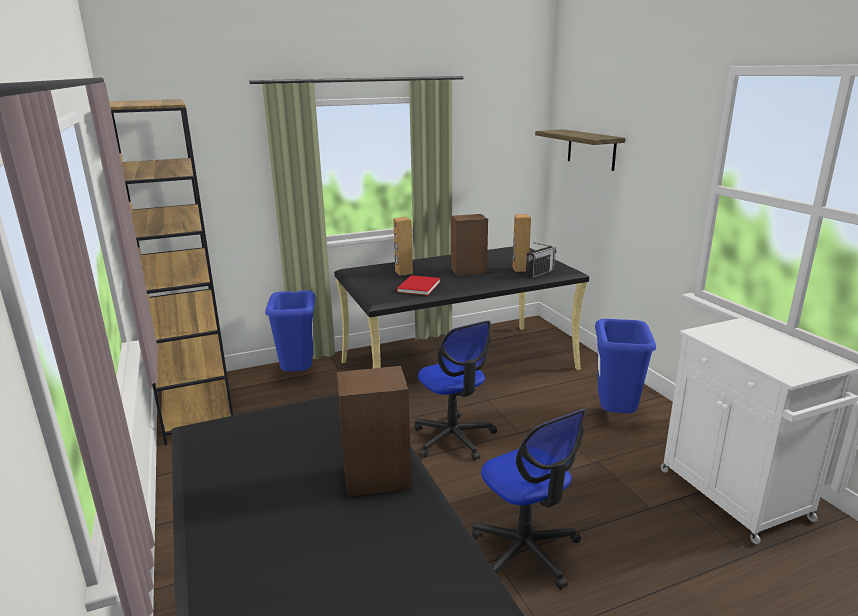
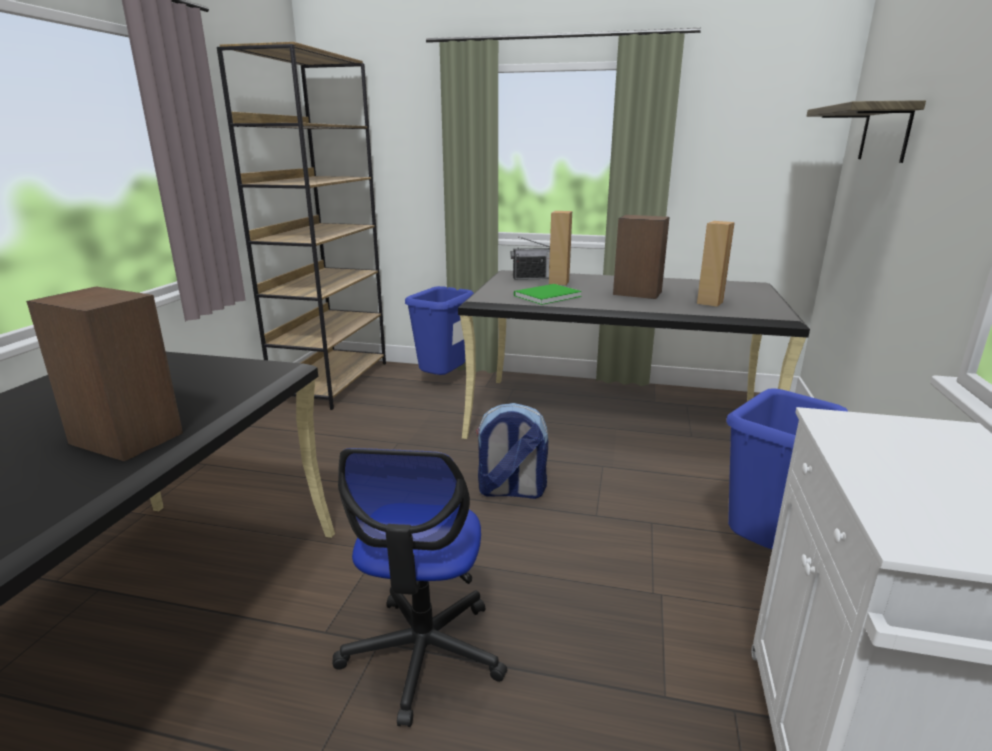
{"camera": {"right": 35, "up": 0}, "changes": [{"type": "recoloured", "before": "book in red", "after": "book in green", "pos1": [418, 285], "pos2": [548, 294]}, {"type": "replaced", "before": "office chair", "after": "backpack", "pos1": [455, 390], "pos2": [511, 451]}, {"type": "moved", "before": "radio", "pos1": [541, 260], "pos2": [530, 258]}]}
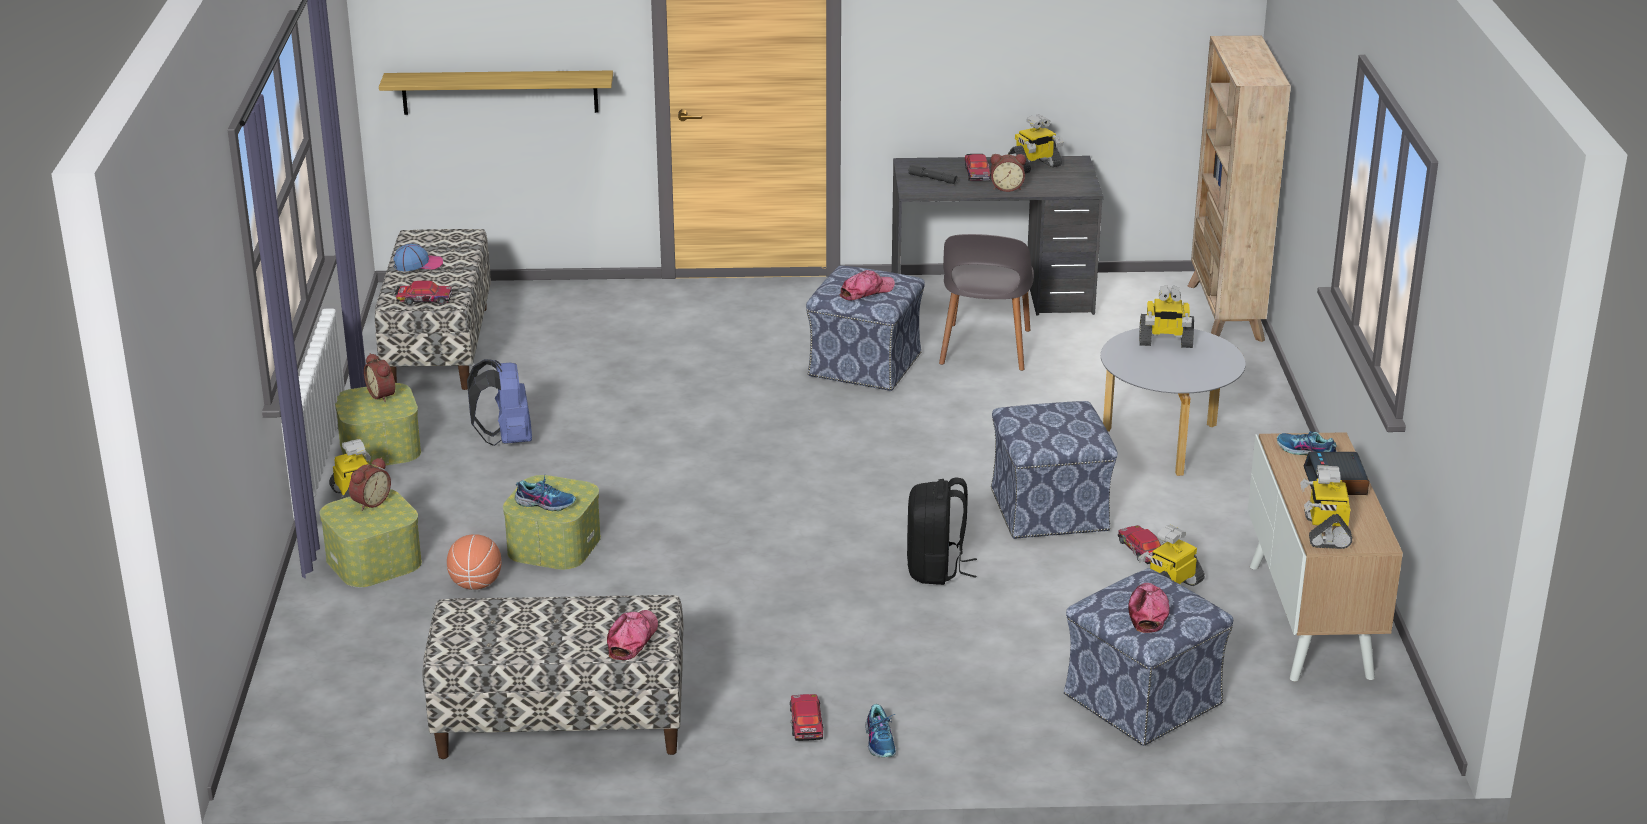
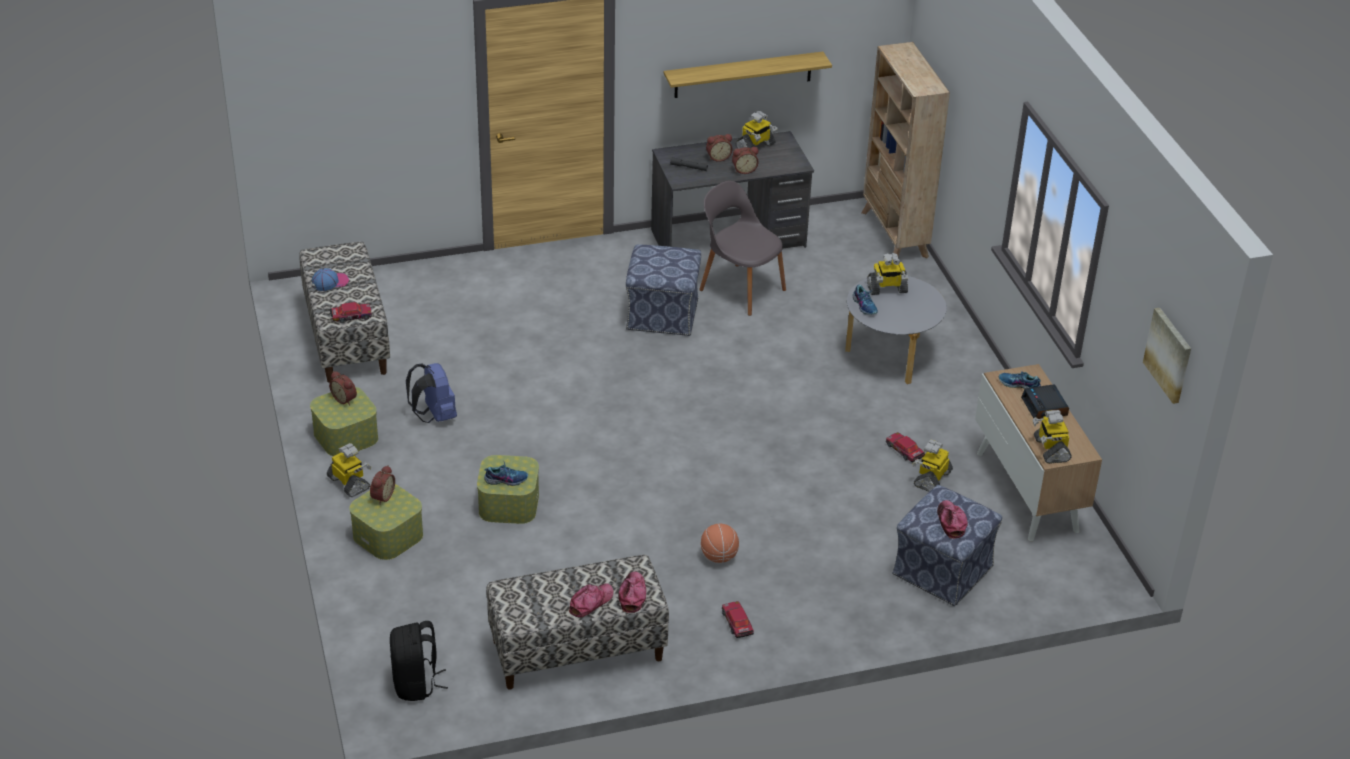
{"camera": {"right": -15, "up": 10}, "changes": [{"type": "moved", "before": "shelf", "pos1": [496, 93], "pos2": [748, 75]}, {"type": "moved", "before": "basketball", "pos1": [474, 562], "pos2": [720, 543]}, {"type": "moved", "before": "cap", "pos1": [867, 285], "pos2": [591, 600]}, {"type": "moved", "before": "shoe", "pos1": [880, 730], "pos2": [865, 300]}, {"type": "moved", "before": "backpack in black", "pos1": [942, 531], "pos2": [419, 661]}, {"type": "turned", "before": "chair in grey", "pos1": [986, 302], "pos2": [742, 248], "turn": 135}, {"type": "replaced", "before": "toy car", "after": "alarm clock", "pos1": [978, 167], "pos2": [719, 148]}, {"type": "removed", "before": "ottoman", "pos1": [1054, 470]}, {"type": "added", "after": "picture", "pos2": [1167, 356]}]}
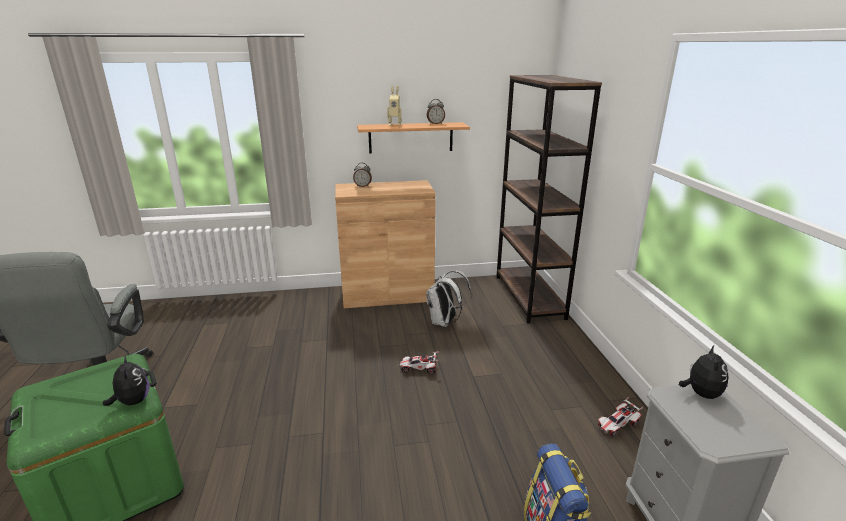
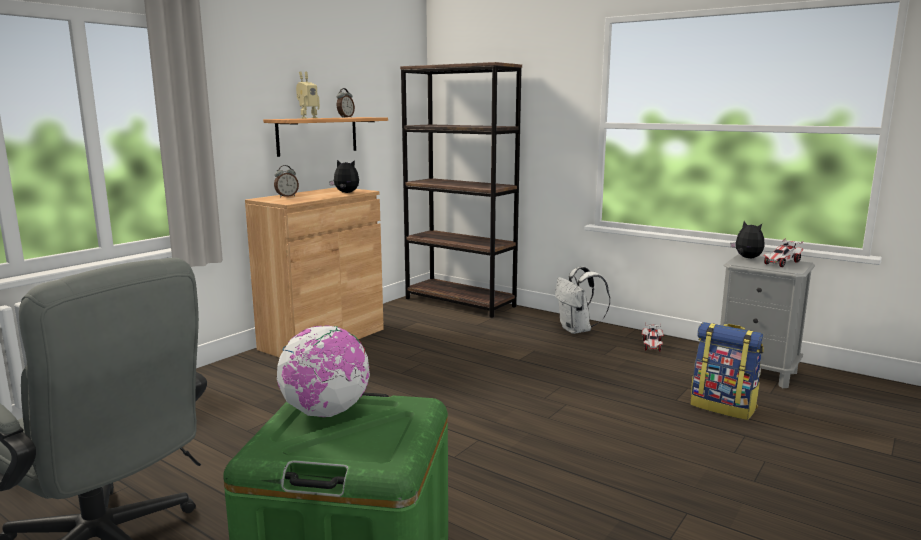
{"camera": {"right": -45, "up": -10}, "changes": [{"type": "moved", "before": "plush toy", "pos1": [126, 380], "pos2": [344, 176]}, {"type": "moved", "before": "toy car", "pos1": [419, 362], "pos2": [783, 252]}, {"type": "moved", "before": "backpack in white", "pos1": [448, 298], "pos2": [582, 300]}, {"type": "added", "after": "globe", "pos2": [323, 371]}]}
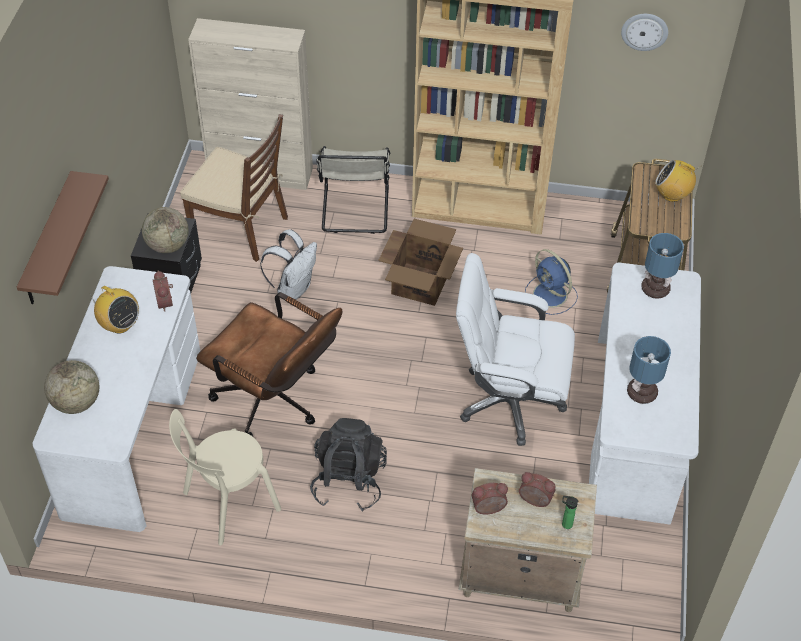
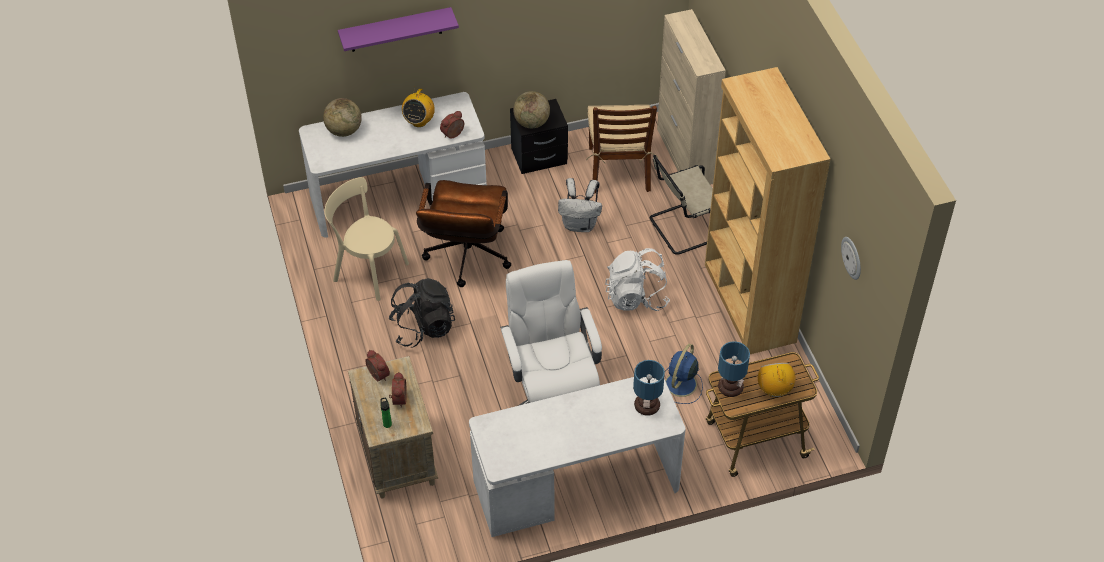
{"camera": {"right": 65, "up": 0}, "changes": [{"type": "recoloured", "before": "shelf in brown", "after": "shelf in purple", "pos1": [63, 237], "pos2": [398, 29]}, {"type": "replaced", "before": "cardboard box", "after": "backpack in white", "pos1": [420, 262], "pos2": [637, 279]}, {"type": "moved", "before": "table lamp", "pos1": [649, 370], "pos2": [734, 369]}]}
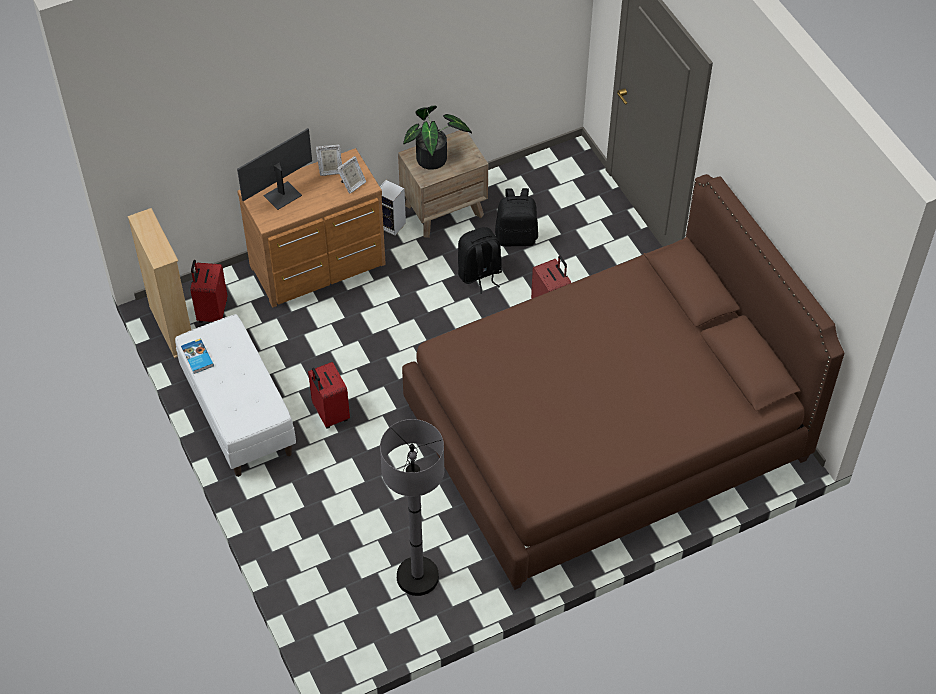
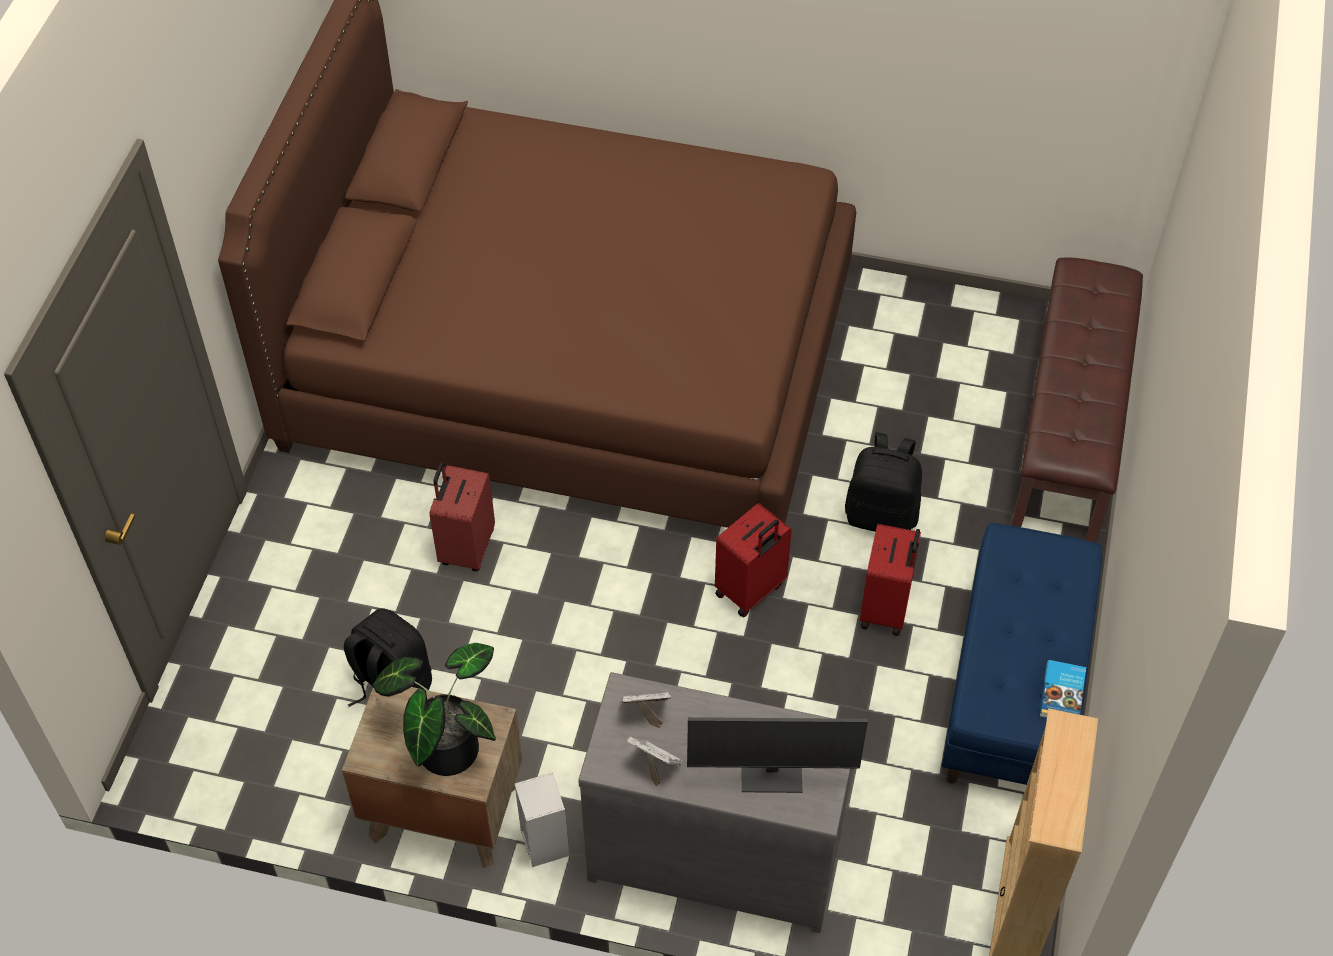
{"camera": {"right": -140, "up": 0}, "changes": [{"type": "recoloured", "before": "bench in white", "after": "bench in blue", "pos1": [235, 395], "pos2": [1022, 654]}, {"type": "moved", "before": "suitcase in red", "pos1": [208, 291], "pos2": [753, 560]}, {"type": "recoloured", "before": "dresser in brown", "after": "dresser in grey", "pos1": [311, 227], "pos2": [715, 802]}, {"type": "removed", "before": "floor lamp in grey", "pos1": [412, 507]}, {"type": "moved", "before": "backpack in black", "pos1": [480, 260], "pos2": [883, 482]}, {"type": "added", "after": "bench in brown", "pos2": [1077, 400]}]}
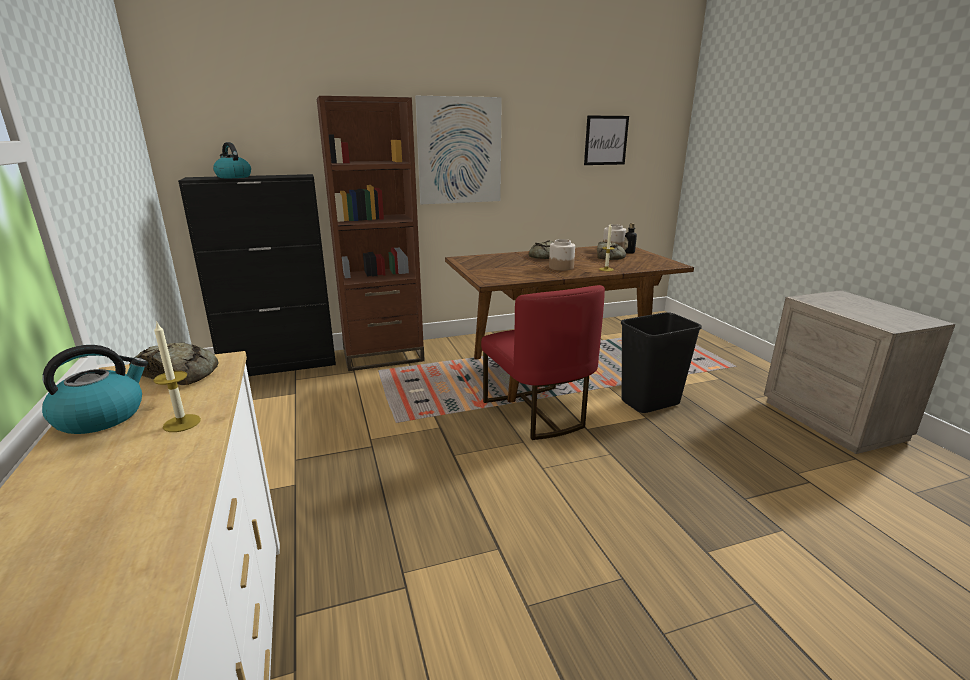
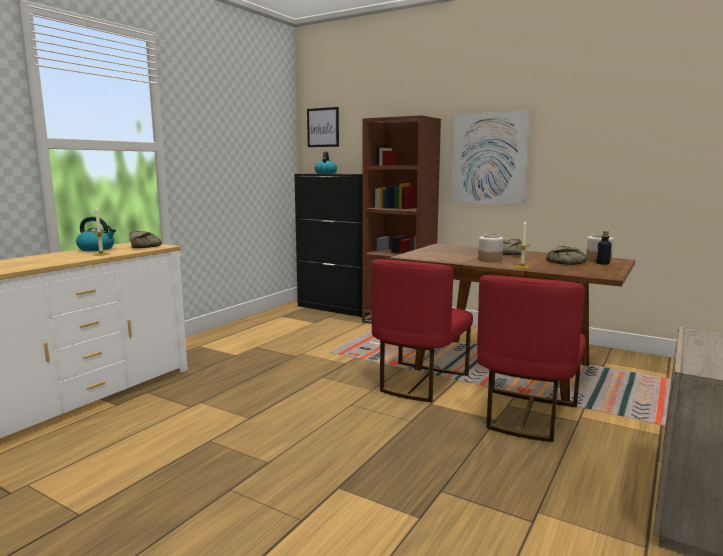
{"camera": {"right": 50, "up": -10}, "changes": [{"type": "moved", "before": "picture", "pos1": [606, 140], "pos2": [323, 127]}, {"type": "replaced", "before": "trash can in black", "after": "chair in red", "pos1": [661, 362], "pos2": [531, 358]}]}
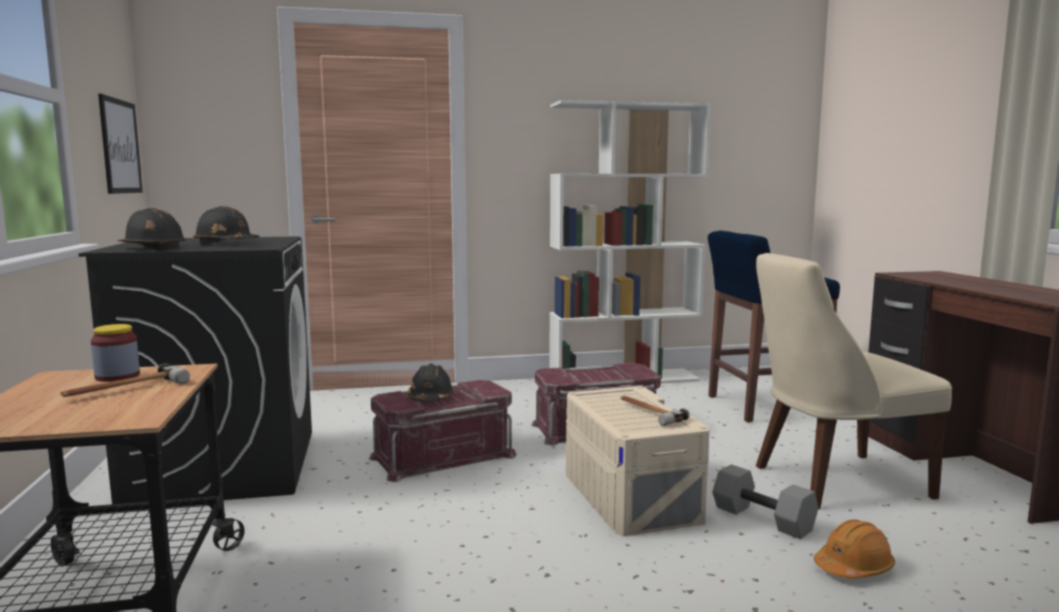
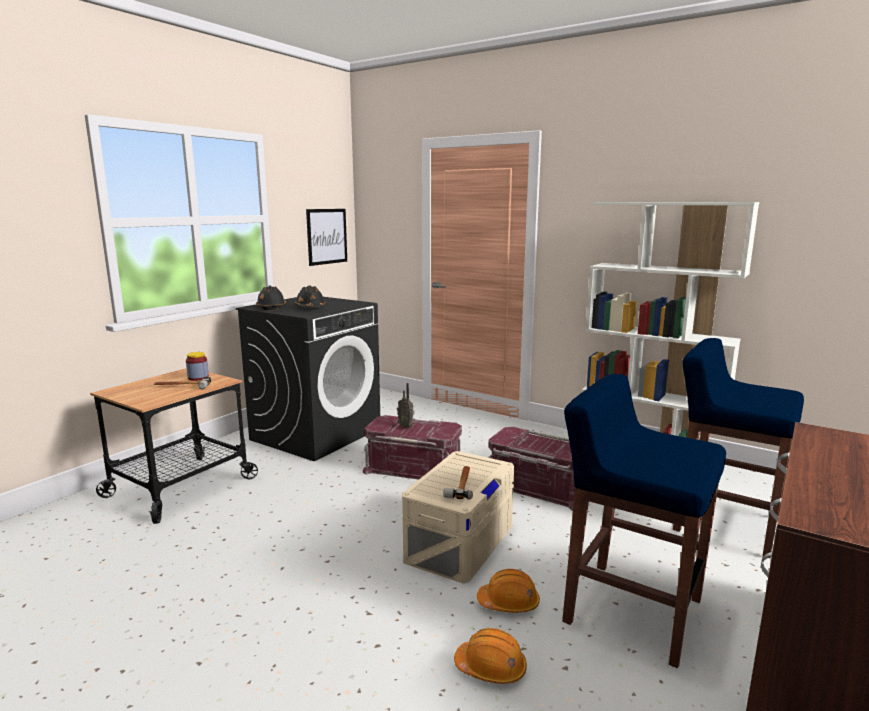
{"camera": {"right": 45, "up": 5}, "changes": [{"type": "replaced", "before": "hard hat in black", "after": "radio", "pos1": [431, 383], "pos2": [406, 406]}, {"type": "replaced", "before": "dumbbell in grey", "after": "hard hat in orange", "pos1": [765, 501], "pos2": [508, 591]}, {"type": "replaced", "before": "chair in beige", "after": "stool in blue", "pos1": [854, 381], "pos2": [644, 521]}]}
